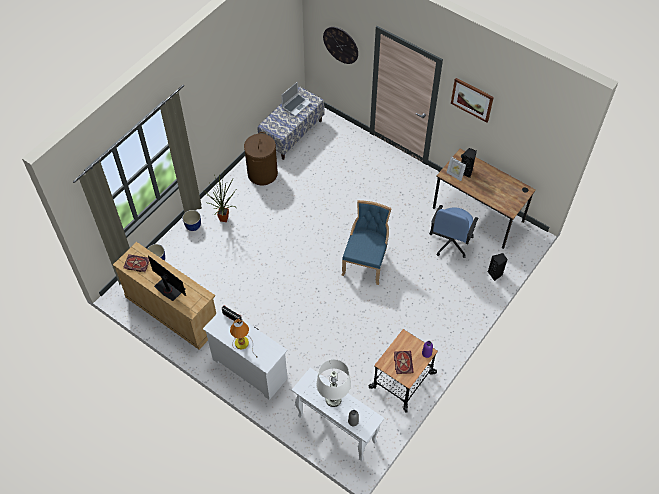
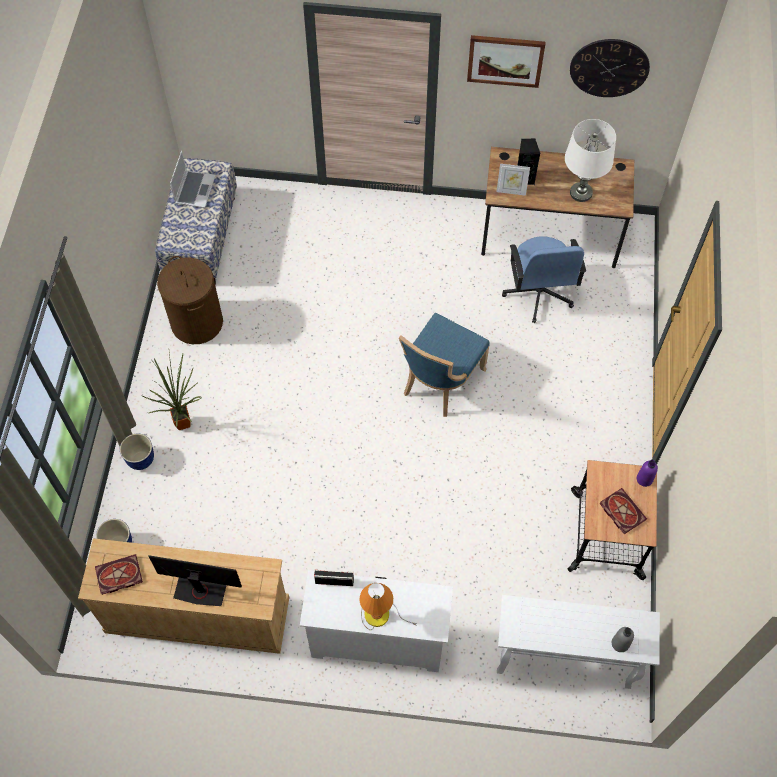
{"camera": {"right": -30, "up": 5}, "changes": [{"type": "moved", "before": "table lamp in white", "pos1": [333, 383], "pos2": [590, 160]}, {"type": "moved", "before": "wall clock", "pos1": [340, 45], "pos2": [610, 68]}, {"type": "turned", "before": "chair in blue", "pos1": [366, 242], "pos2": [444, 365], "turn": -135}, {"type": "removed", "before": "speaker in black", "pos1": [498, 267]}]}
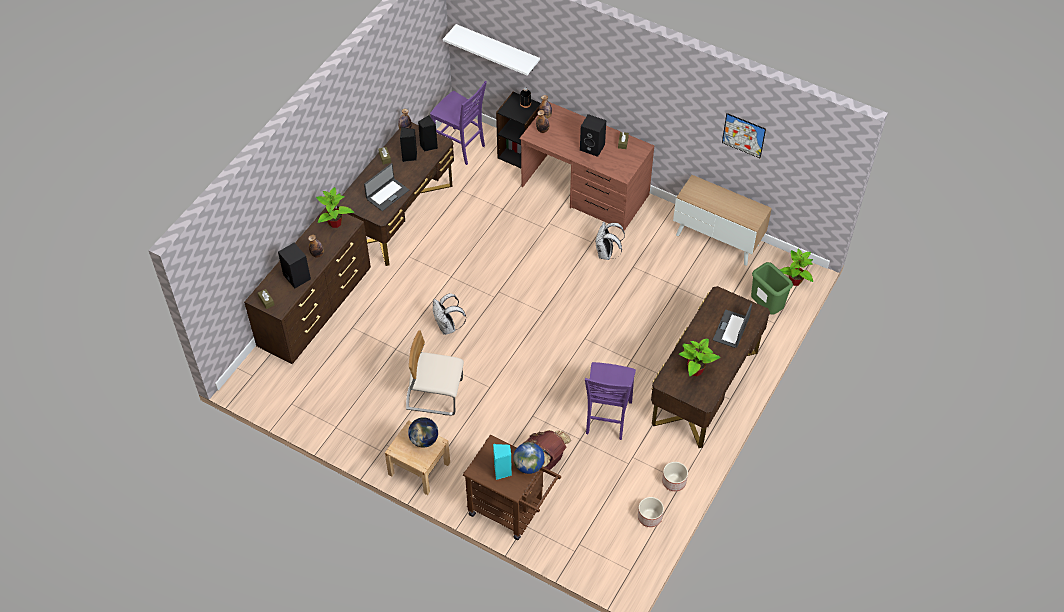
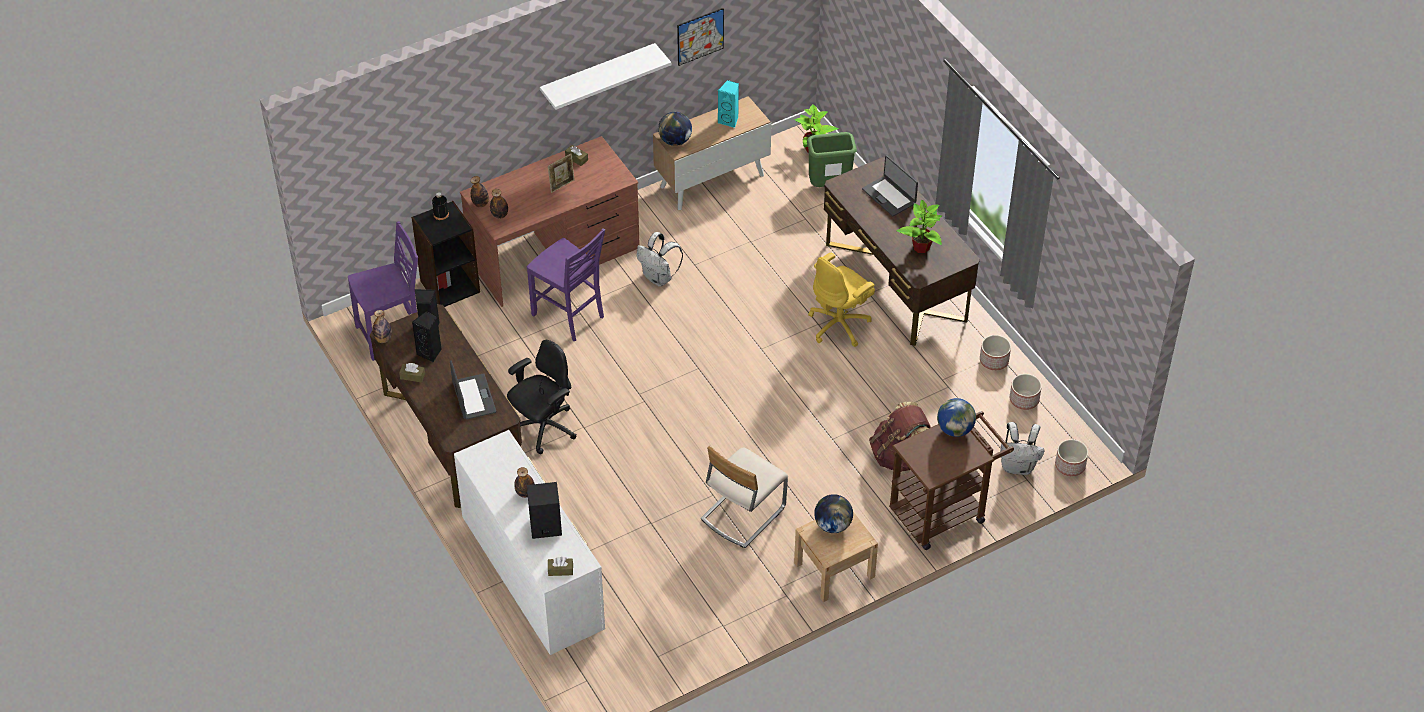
{"camera": {"right": -60, "up": -5}, "changes": [{"type": "recoloured", "before": "dresser in brown", "after": "dresser in white", "pos1": [307, 285], "pos2": [529, 542]}, {"type": "removed", "before": "potted plant", "pos1": [335, 207]}, {"type": "moved", "before": "backpack in white", "pos1": [449, 314], "pos2": [1022, 448]}, {"type": "moved", "before": "shelf in white", "pos1": [491, 49], "pos2": [605, 76]}, {"type": "moved", "before": "speaker in turquoise", "pos1": [502, 462], "pos2": [728, 104]}, {"type": "replaced", "before": "speaker in black", "after": "picture frame", "pos1": [593, 135], "pos2": [561, 173]}, {"type": "moved", "before": "chair in purple", "pos1": [610, 401], "pos2": [566, 284]}, {"type": "added", "after": "office chair in black", "pos2": [542, 397]}, {"type": "added", "after": "globe", "pos2": [675, 129]}, {"type": "added", "after": "office chair in yellow", "pos2": [841, 300]}, {"type": "added", "after": "planter", "pos2": [1071, 457]}]}
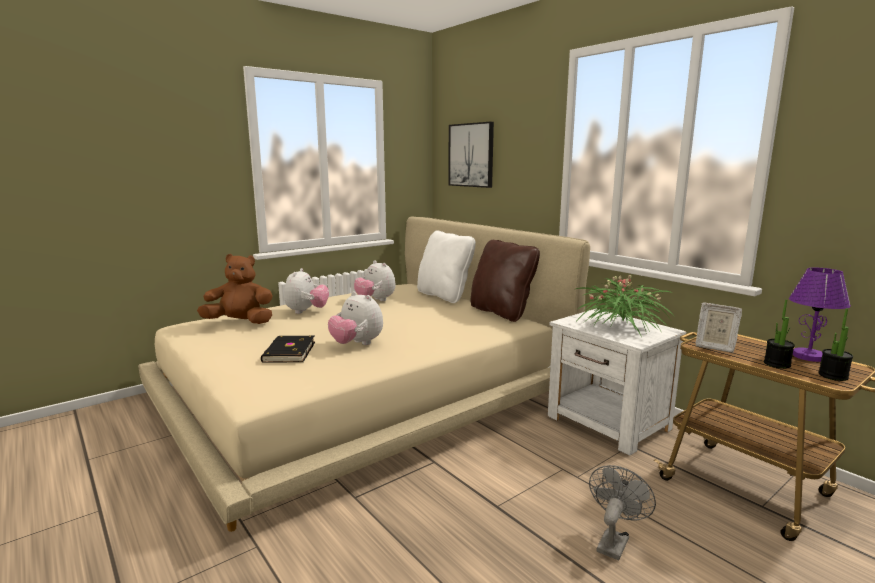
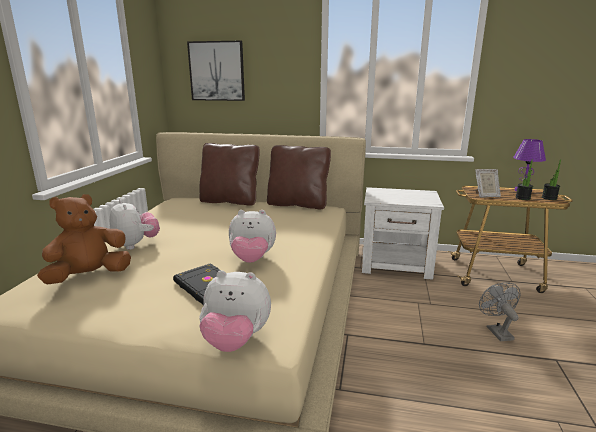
{"camera": {"right": -40, "up": 5}, "changes": [{"type": "moved", "before": "plush toy", "pos1": [375, 280], "pos2": [235, 311]}, {"type": "recoloured", "before": "pillow in white", "after": "pillow in brown", "pos1": [446, 266], "pos2": [229, 174]}, {"type": "removed", "before": "potted plant", "pos1": [624, 306]}]}
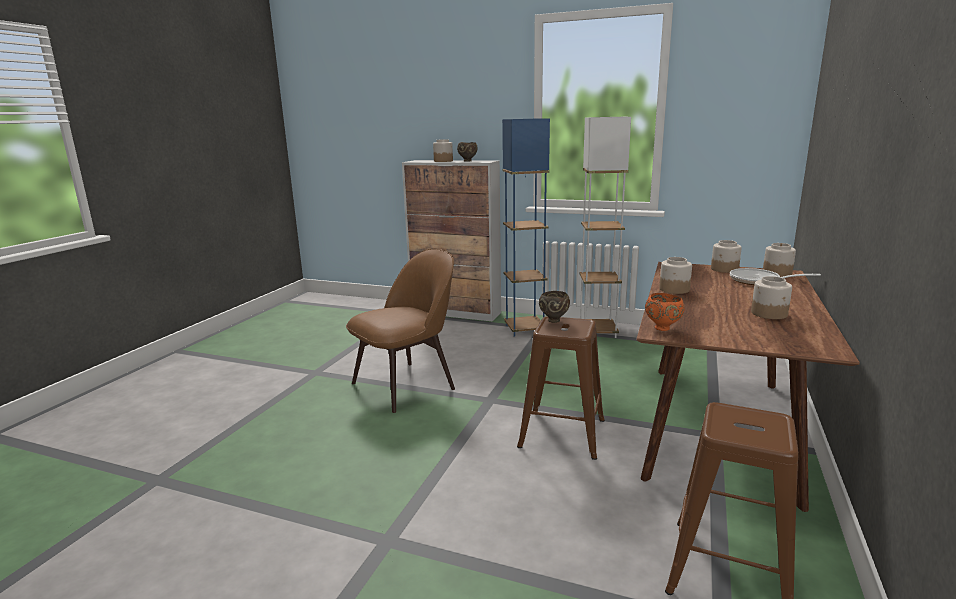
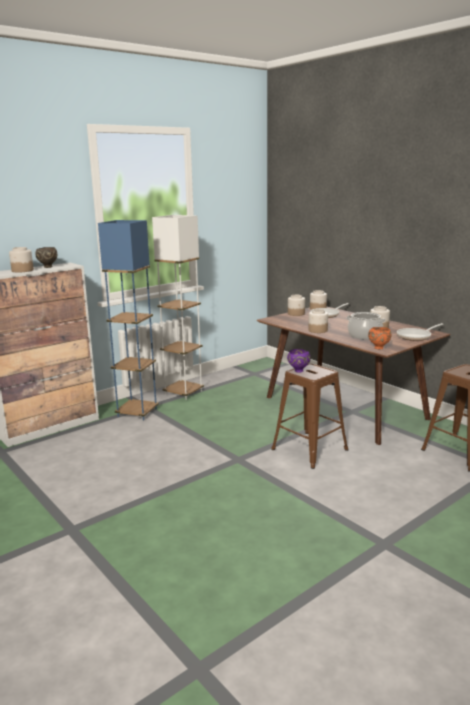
{"camera": {"right": -60, "up": 0}, "changes": [{"type": "removed", "before": "chair in brown", "pos1": [400, 331]}, {"type": "recoloured", "before": "bowl in brown", "after": "bowl in purple", "pos1": [554, 307], "pos2": [299, 361]}, {"type": "added", "after": "cooking pot", "pos2": [366, 326]}, {"type": "added", "after": "frying pan", "pos2": [420, 332]}]}
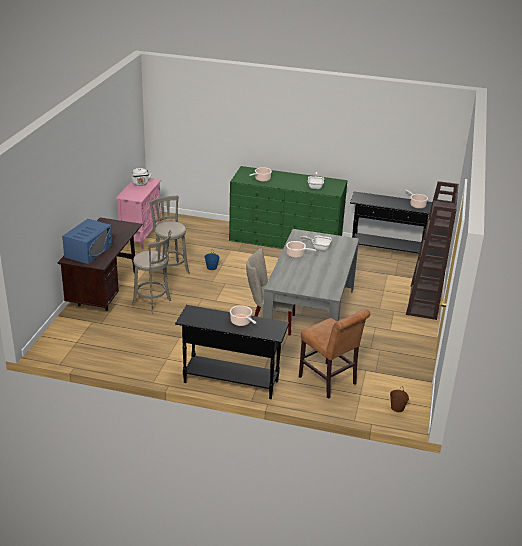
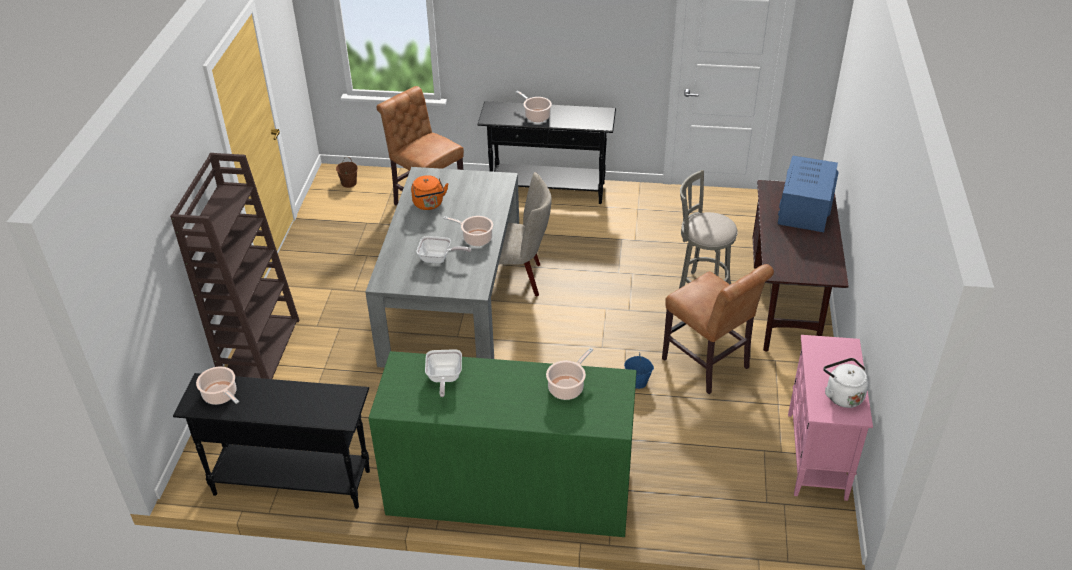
{"camera": {"right": 175, "up": 10}, "changes": [{"type": "replaced", "before": "stool in grey", "after": "chair in brown", "pos1": [169, 234], "pos2": [718, 329]}, {"type": "added", "after": "kettle in orange", "pos2": [429, 192]}]}
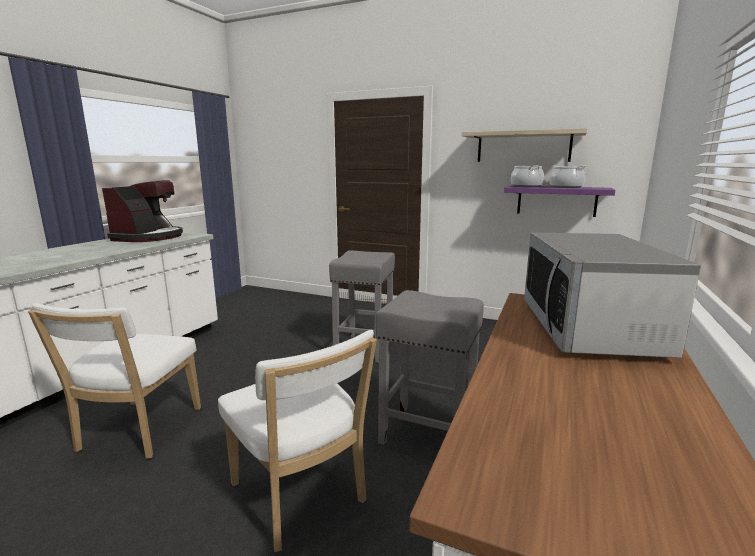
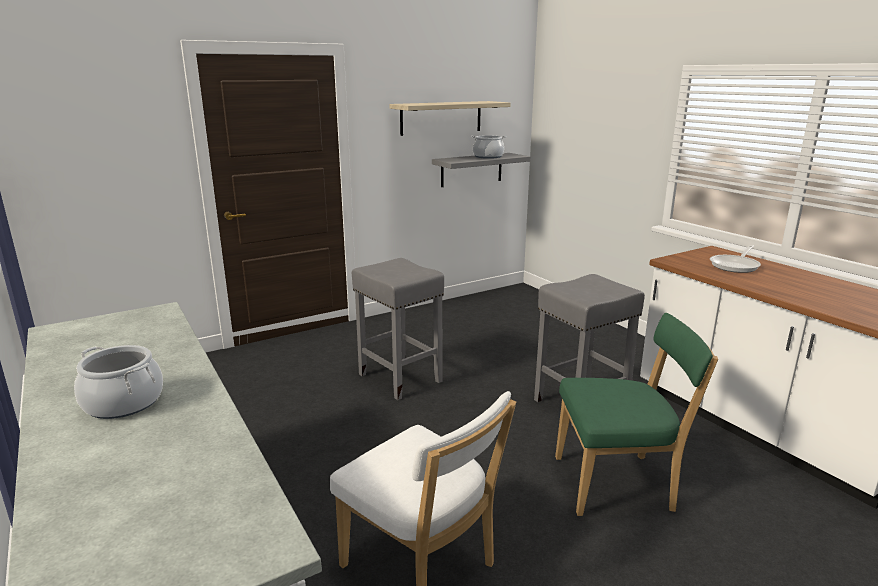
{"camera": {"right": -55, "up": 5}, "changes": [{"type": "removed", "before": "coffee machine", "pos1": [142, 211]}, {"type": "recoloured", "before": "chair in white", "after": "chair in green", "pos1": [297, 441], "pos2": [636, 414]}, {"type": "recoloured", "before": "shelf in purple", "after": "shelf in grey", "pos1": [559, 201], "pos2": [481, 170]}, {"type": "moved", "before": "cooking pot", "pos1": [527, 176], "pos2": [118, 382]}, {"type": "replaced", "before": "microwave", "after": "frying pan", "pos1": [612, 295], "pos2": [735, 259]}]}
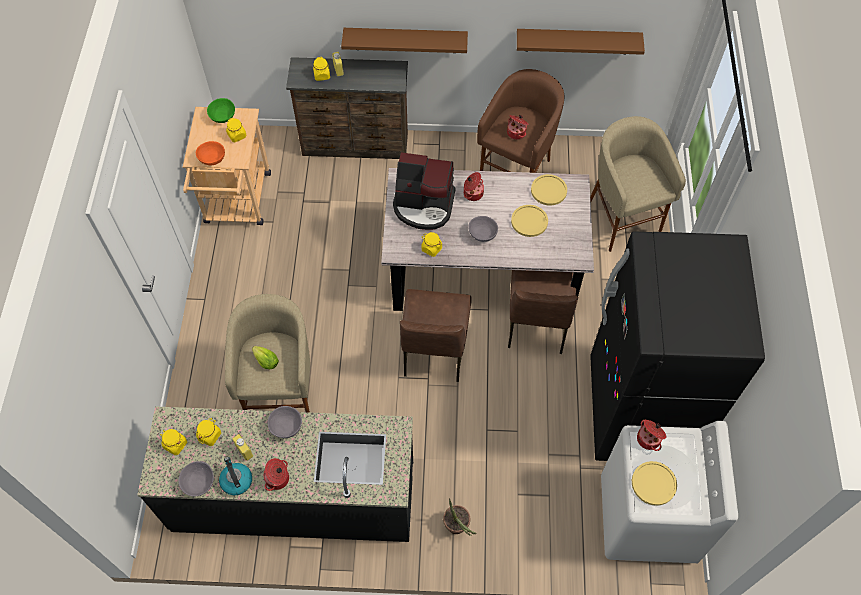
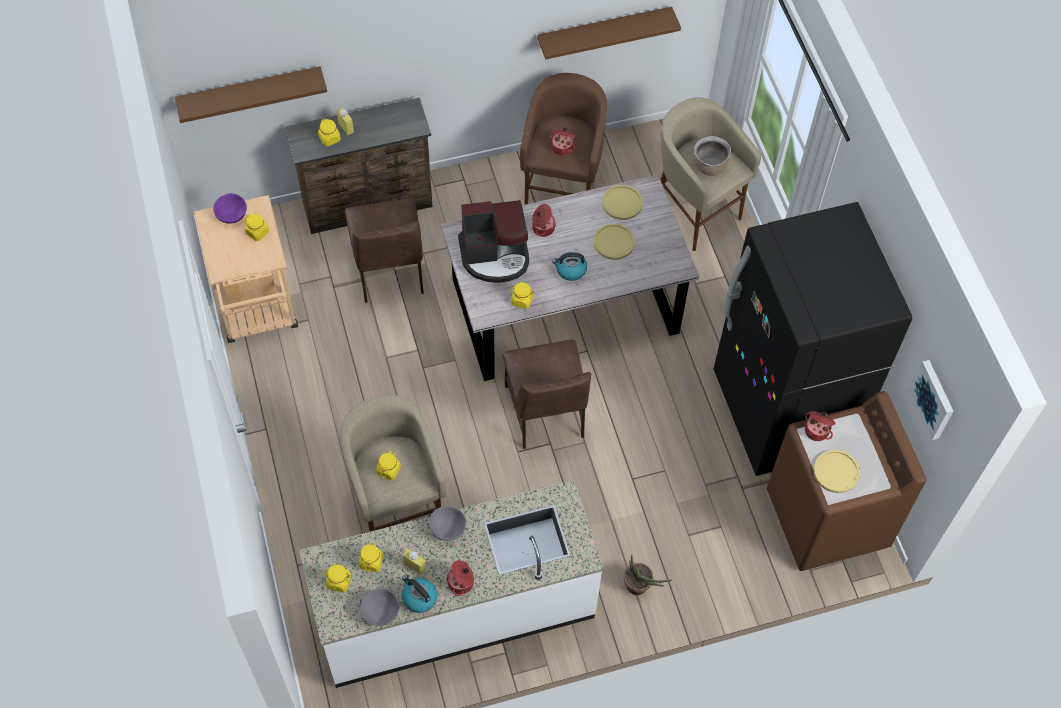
{"camera": {"right": -20, "up": 0}, "changes": [{"type": "recoloured", "before": "counter in black", "after": "counter in white", "pos1": [275, 474], "pos2": [451, 584]}, {"type": "removed", "before": "bowl in orange", "pos1": [210, 153]}, {"type": "recoloured", "before": "bowl in green", "after": "bowl in purple", "pos1": [221, 110], "pos2": [230, 208]}, {"type": "replaced", "before": "lettuce", "after": "jar in yellow", "pos1": [265, 357], "pos2": [388, 465]}, {"type": "moved", "before": "shelf in brown", "pos1": [404, 40], "pos2": [250, 94]}, {"type": "replaced", "before": "bowl in grey", "after": "kettle", "pos1": [483, 229], "pos2": [569, 266]}, {"type": "moved", "before": "chair in brown", "pos1": [543, 312], "pos2": [384, 250]}, {"type": "recoloured", "before": "washing machine in white", "after": "washing machine in brown", "pos1": [669, 492], "pos2": [846, 481]}, {"type": "added", "after": "cooking pot in brown", "pos2": [712, 156]}, {"type": "added", "after": "picture", "pos2": [931, 400]}]}
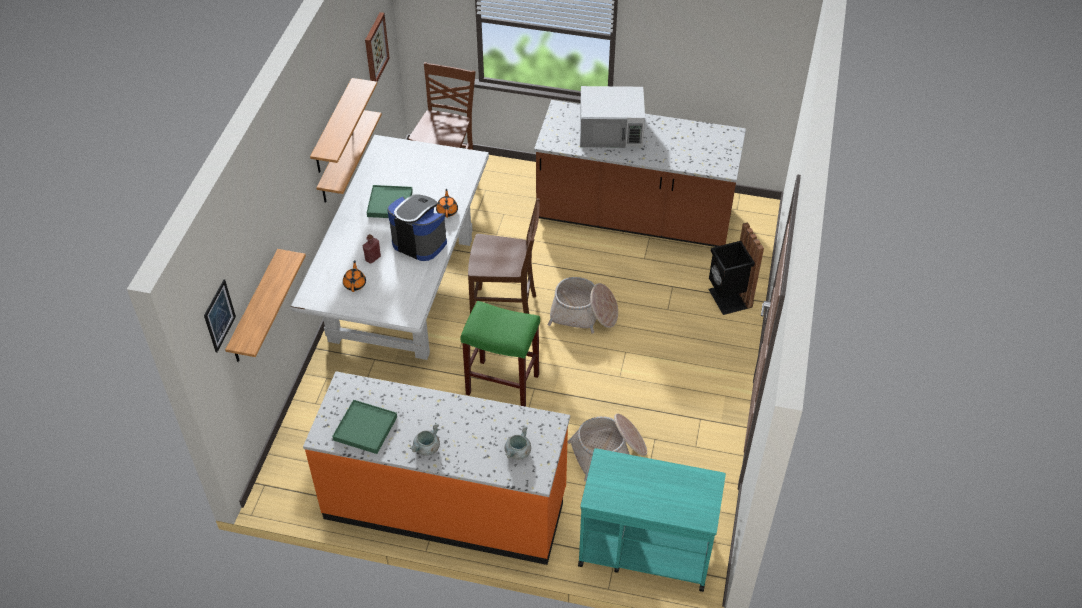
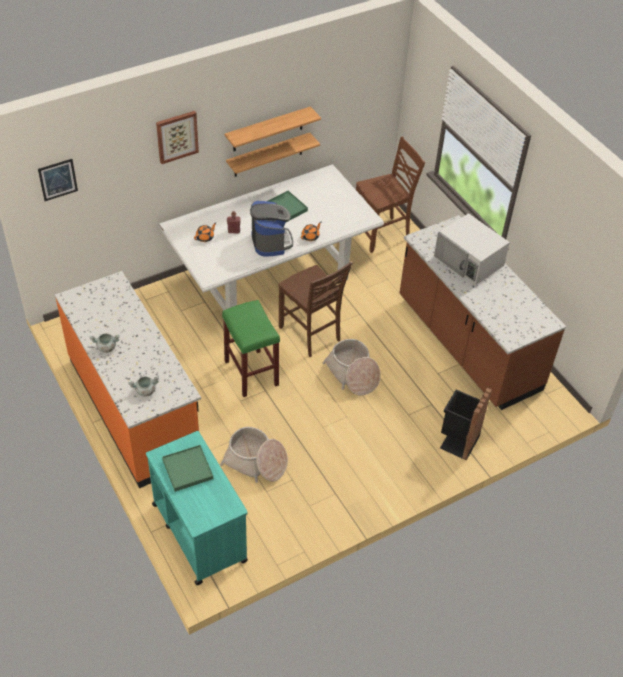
{"camera": {"right": 45, "up": 0}, "changes": [{"type": "removed", "before": "shelf", "pos1": [265, 305]}, {"type": "moved", "before": "tray in green", "pos1": [364, 427], "pos2": [187, 468]}, {"type": "moved", "before": "picture", "pos1": [377, 47], "pos2": [177, 137]}]}
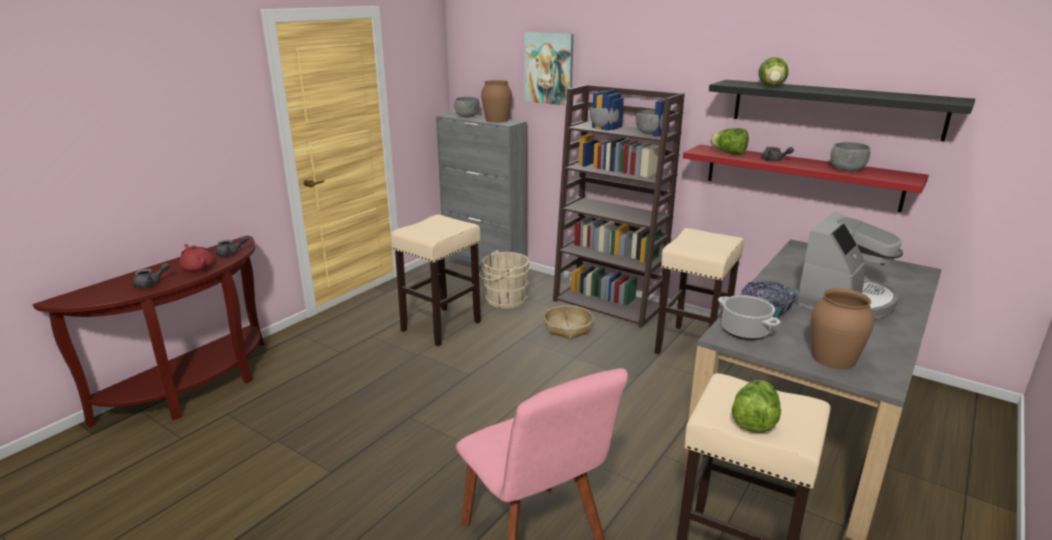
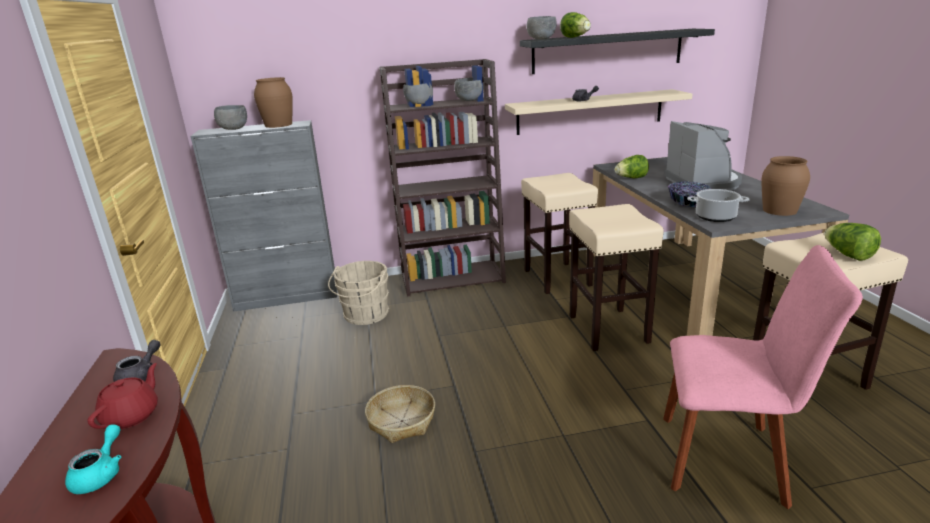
{"camera": {"right": -45, "up": 0}, "changes": [{"type": "recoloured", "before": "teapot in grey", "after": "teapot in turquoise", "pos1": [151, 275], "pos2": [93, 459]}, {"type": "turned", "before": "teapot in red", "pos1": [196, 258], "pos2": [122, 396], "turn": 105}, {"type": "moved", "before": "stool in beige", "pos1": [436, 280], "pos2": [616, 277]}, {"type": "removed", "before": "picture", "pos1": [549, 69]}, {"type": "moved", "before": "basket", "pos1": [569, 322], "pos2": [400, 414]}, {"type": "recoloured", "before": "shelf in red", "after": "shelf in beige", "pos1": [806, 178], "pos2": [599, 112]}, {"type": "moved", "before": "lettuce", "pos1": [729, 141], "pos2": [632, 166]}, {"type": "moved", "before": "bowl in grey", "pos1": [850, 157], "pos2": [542, 28]}]}
